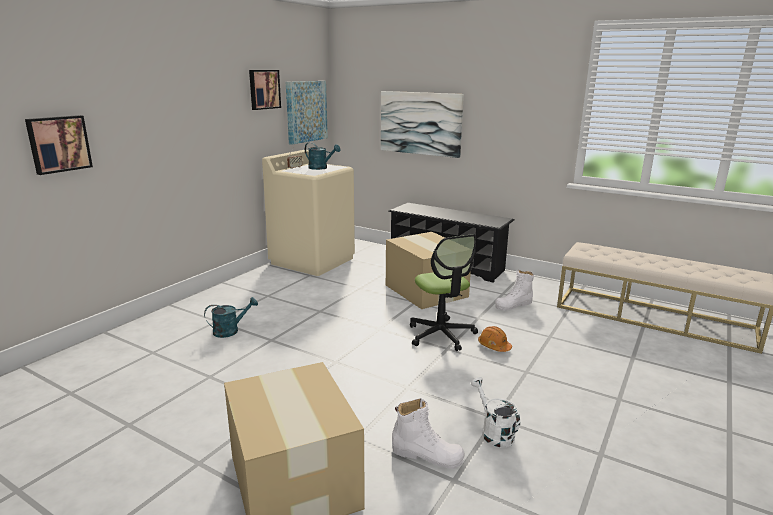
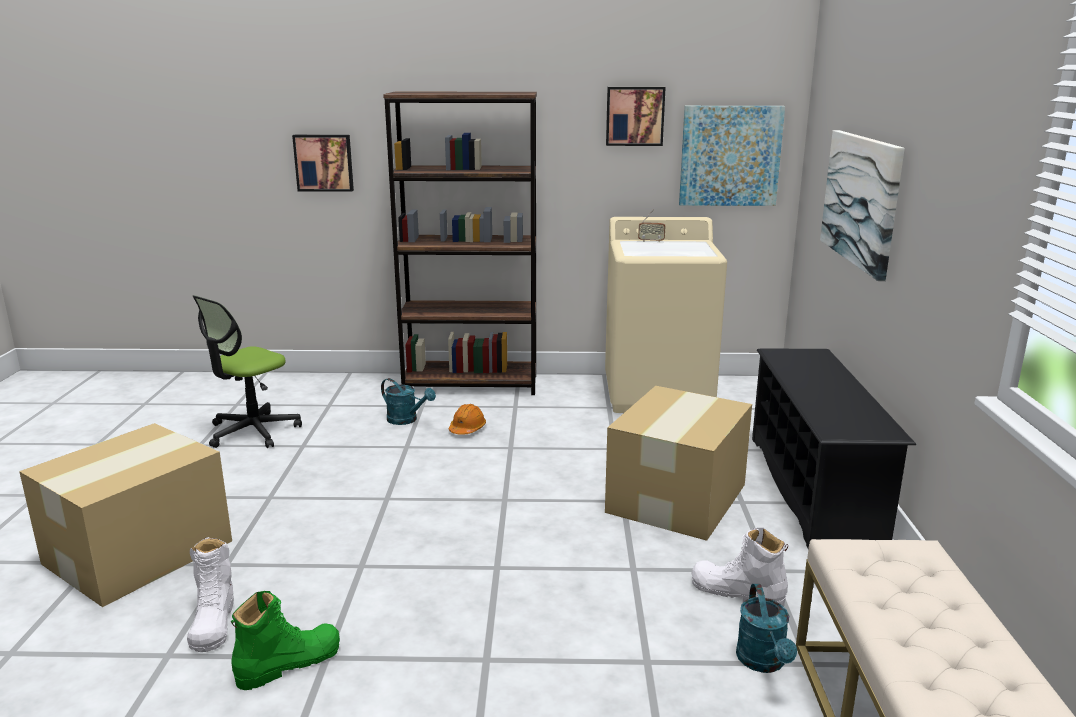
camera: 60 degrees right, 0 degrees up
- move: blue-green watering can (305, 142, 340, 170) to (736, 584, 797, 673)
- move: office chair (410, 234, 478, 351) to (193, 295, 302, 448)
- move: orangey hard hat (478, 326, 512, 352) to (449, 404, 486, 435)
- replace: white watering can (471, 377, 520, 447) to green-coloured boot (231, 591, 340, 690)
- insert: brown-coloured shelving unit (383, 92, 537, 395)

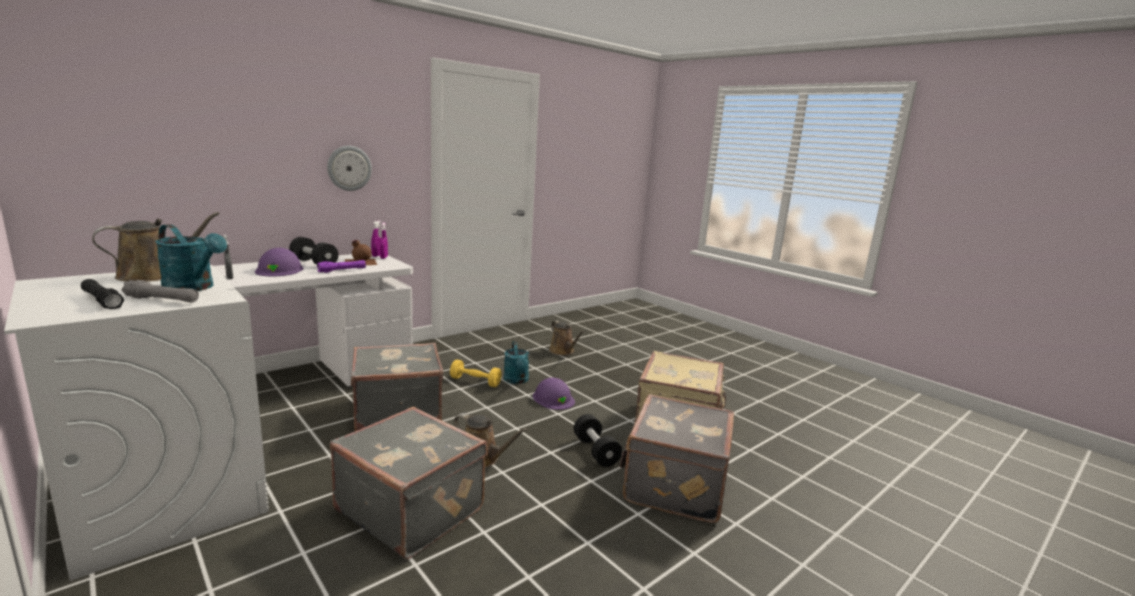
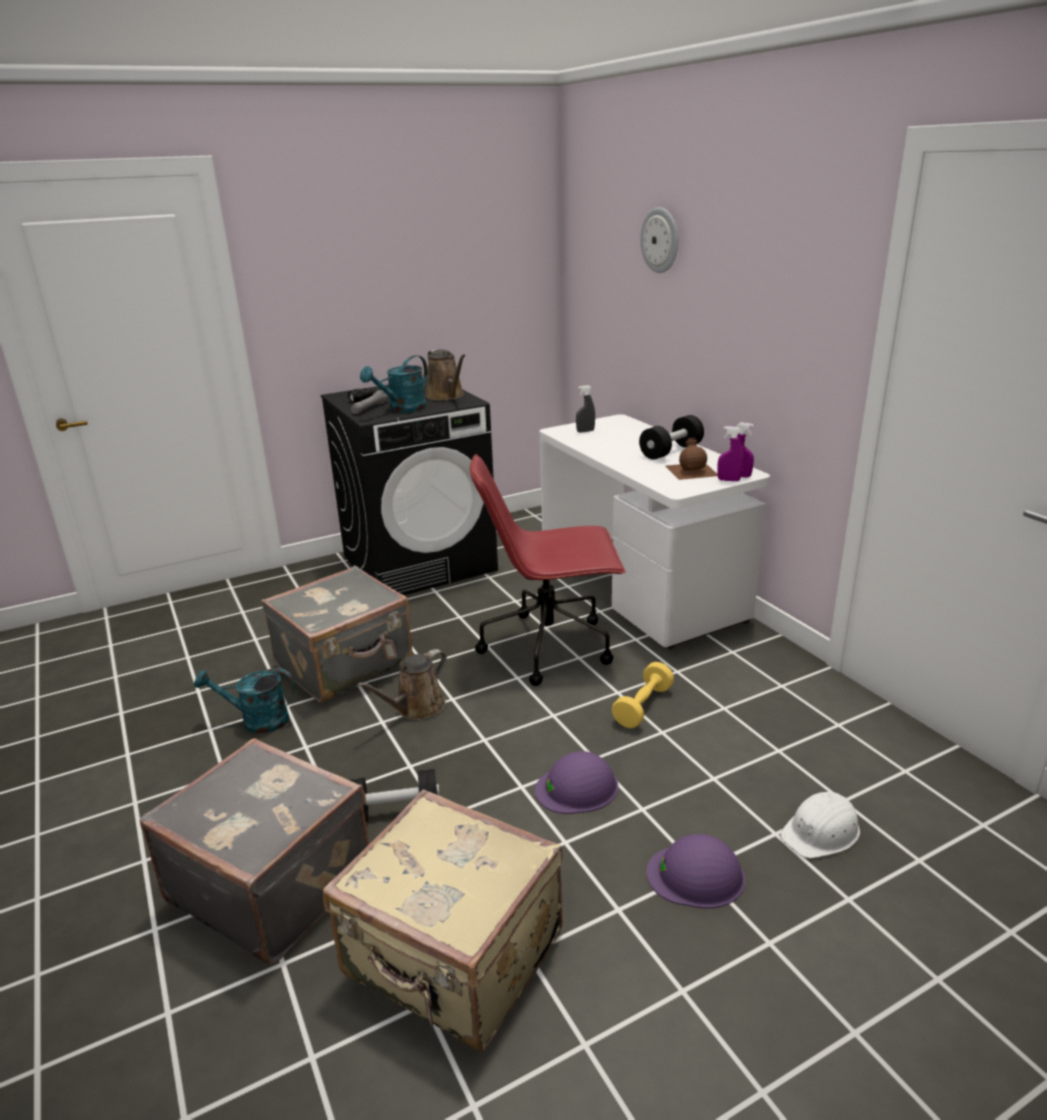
camera: 105 degrees right, 10 degrees up
- move: wall clock (327, 146, 372, 191) to (640, 207, 678, 273)
- move: purplish hard hat (255, 248, 303, 276) to (646, 834, 745, 909)
- delete: purplish flashlight (317, 260, 366, 273)
- recolor: white laundry machine (4, 265, 269, 581) to black laundry machine (321, 379, 498, 595)
- replace: brown-coloured watering can (549, 320, 585, 355) to white hard hat (780, 792, 860, 858)
- move: blue-green watering can (504, 341, 529, 384) to (194, 668, 295, 733)
- replace: greyish piece of luggage (351, 343, 443, 431) to red office chair (470, 454, 626, 686)

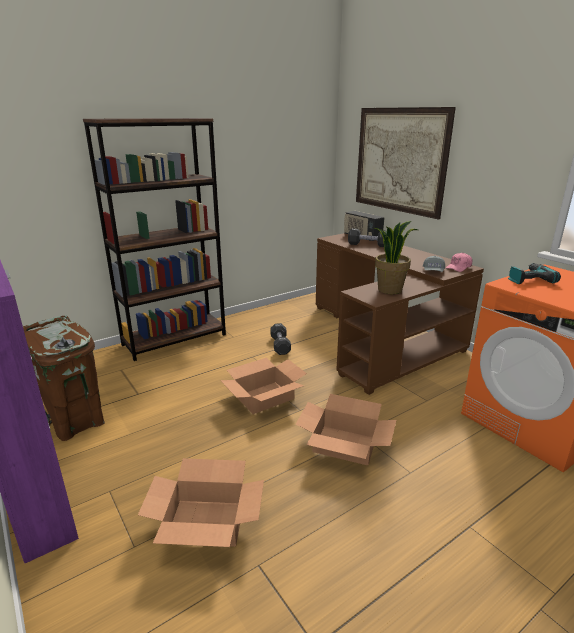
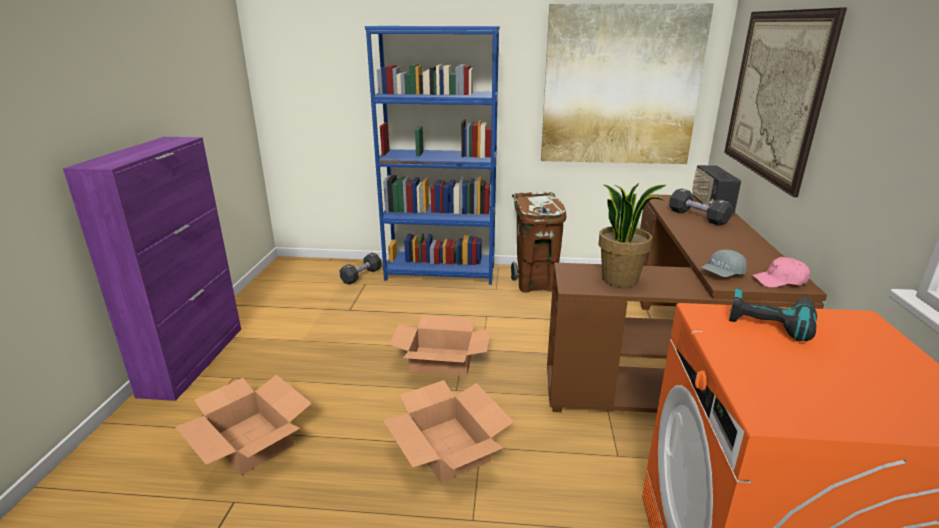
camera: 40 degrees right, 0 degrees up
- recolor: brown-coloured shelving unit (83, 118, 226, 361) to blue shelving unit (365, 26, 500, 285)
- move: brown-coloured waste bin (23, 316, 105, 441) to (511, 192, 566, 293)
- move: black dumbbell (270, 323, 291, 355) to (339, 253, 382, 285)
- insert: picture (541, 3, 714, 164)

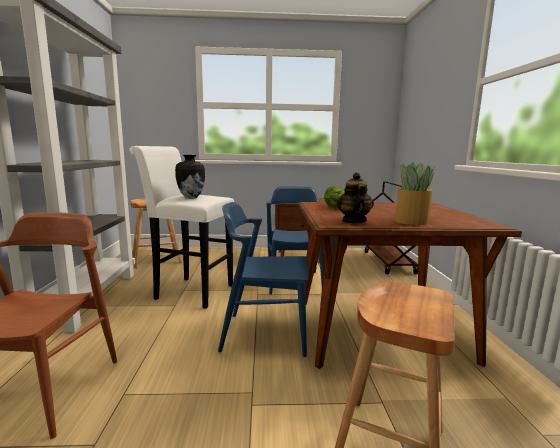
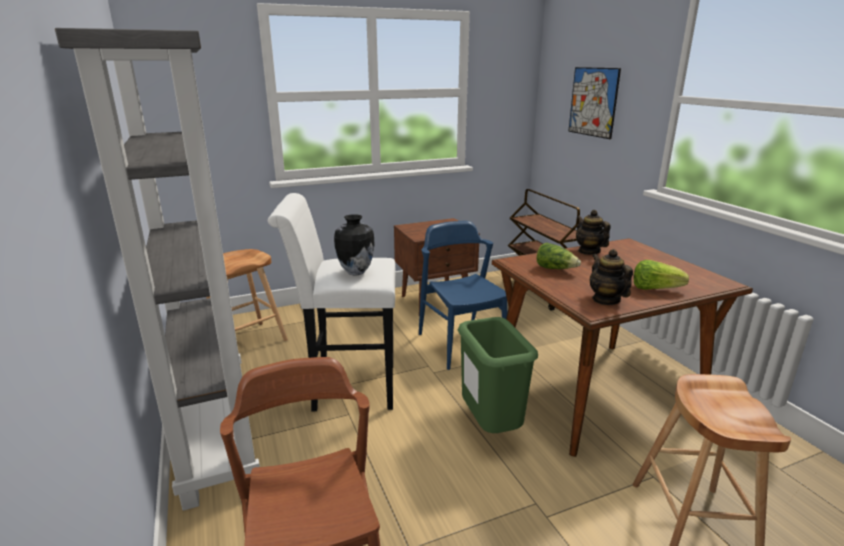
camera: 20 degrees left, 10 degrees up
- replace: houseplant (395, 162, 435, 225) to lettuce head (634, 260, 689, 290)
- replace: blue plain chair (218, 202, 308, 357) to green-coloured waste bin (458, 317, 538, 433)
- insert: picture (568, 67, 621, 139)
- insert: teapot (576, 210, 611, 255)

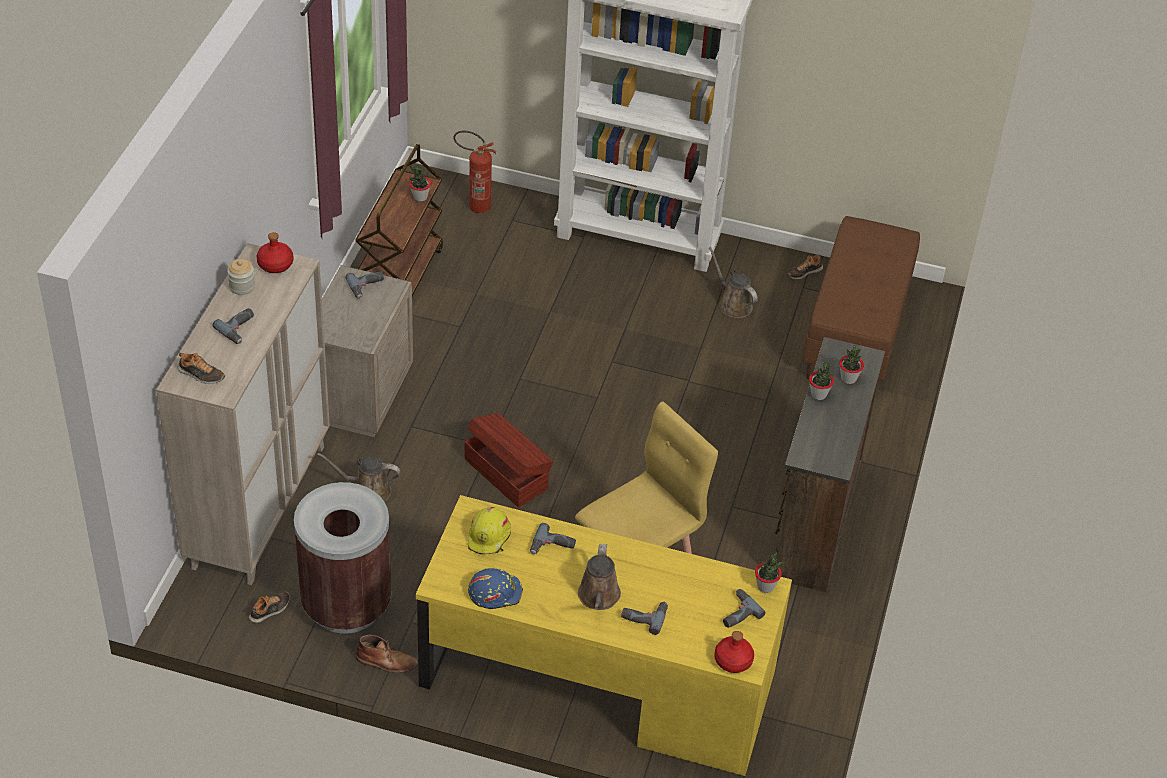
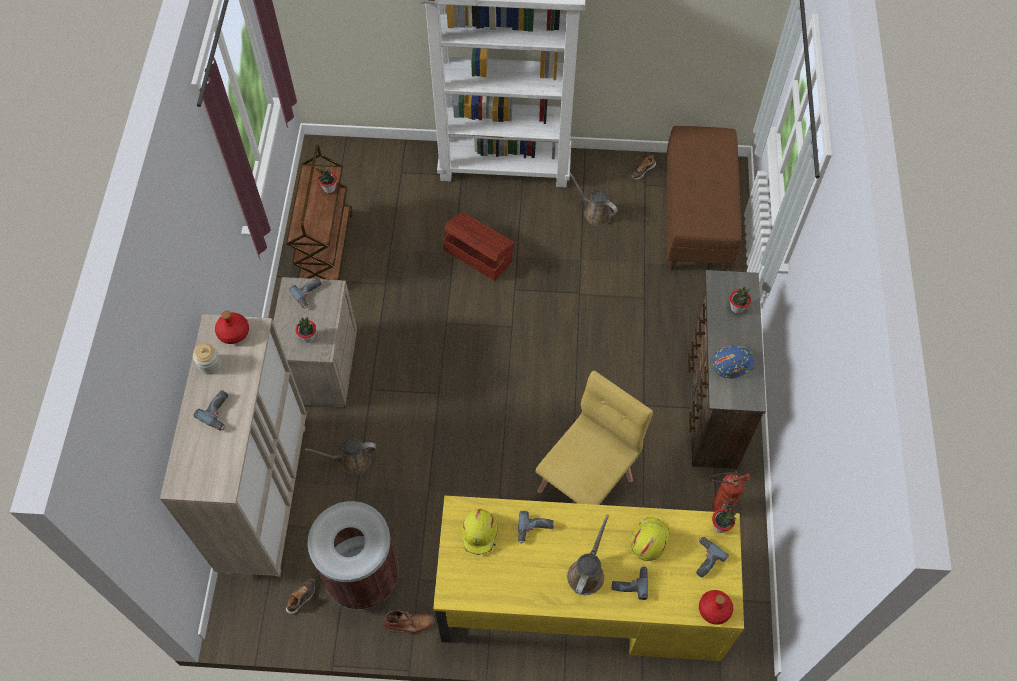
camera: 10 degrees left, 15 degrees up
- move: fire extinguisher (453, 131, 497, 213) to (710, 471, 751, 512)
- delete: item of footwear (177, 353, 225, 384)
- move: houseplant (809, 361, 834, 400) to (296, 317, 316, 343)
- move: brown-coloured storage container (465, 413, 553, 508) to (443, 212, 515, 281)
- rotate: brown-coloured watering can (578, 544, 621, 610) = (567, 515, 609, 595) 150 degrees counterclockwise
- move: blue hard hat (468, 568, 523, 609) to (712, 346, 755, 378)
- insert: yellow hard hat (631, 517, 669, 561)

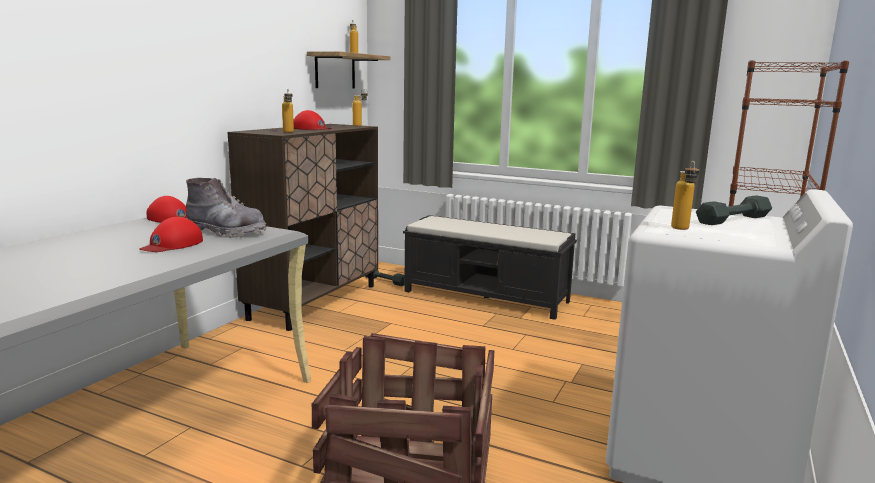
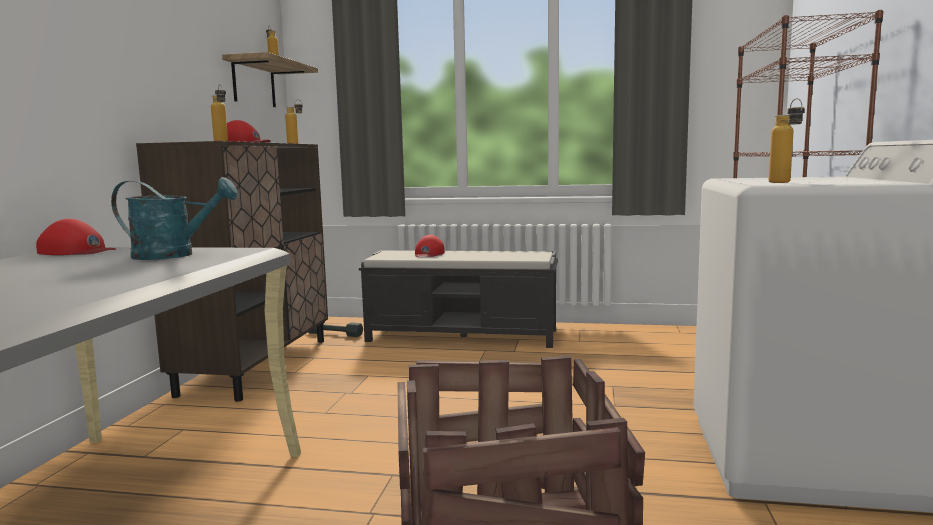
camera: 15 degrees left, 5 degrees down
- replace: greyish boot (186, 178, 266, 238) to blue-green watering can (111, 177, 238, 260)
- delete: greyish dumbbell (696, 195, 772, 225)
- move: red baseball cap (139, 217, 203, 252) to (415, 235, 445, 257)

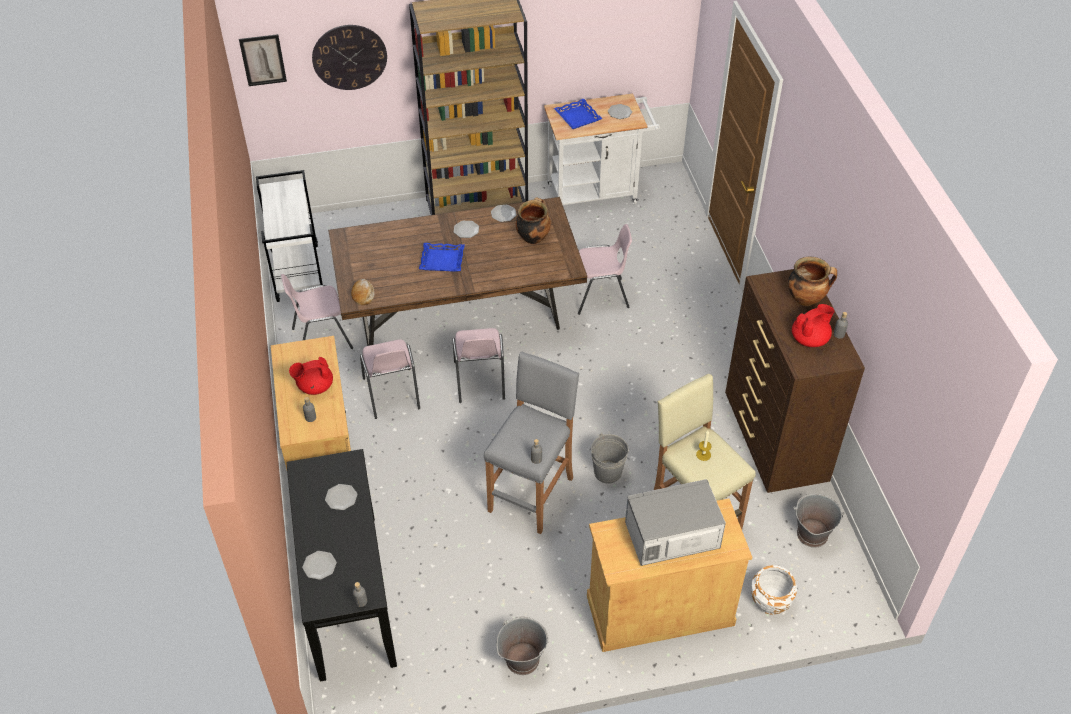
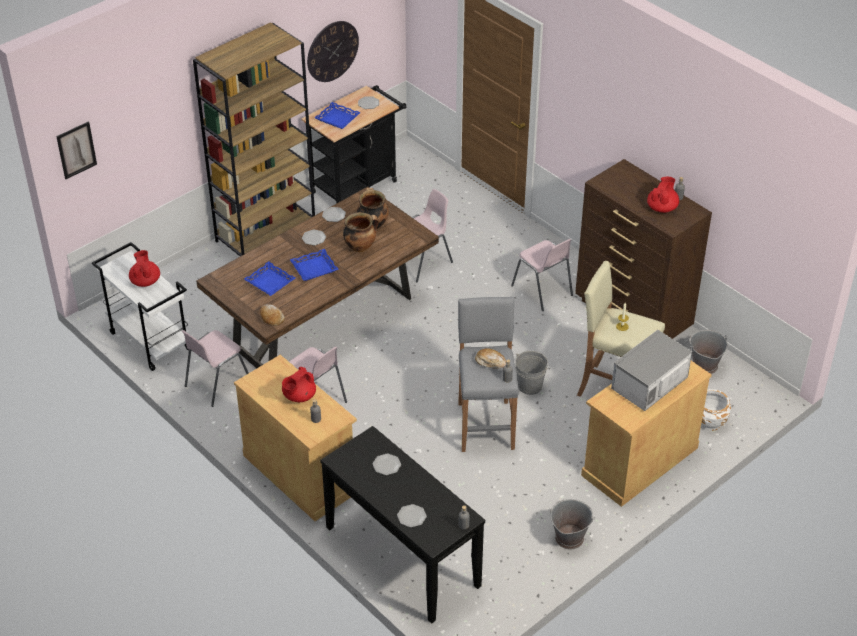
camera: 30 degrees left, 5 degrees down
- move: wall clock (312, 25, 387, 90) to (307, 21, 359, 82)
- recolor: white wheeled cart (544, 94, 660, 205) to black wheeled cart (302, 85, 406, 204)
- move: stockpot (788, 257, 837, 306) to (343, 212, 379, 252)
- move: pinkish plain chair (452, 328, 505, 403) to (511, 239, 573, 311)
- insert: red teapot (129, 250, 160, 287)
- insert: blue serving tray (244, 261, 295, 296)
- insert: bakery bread (475, 348, 506, 369)

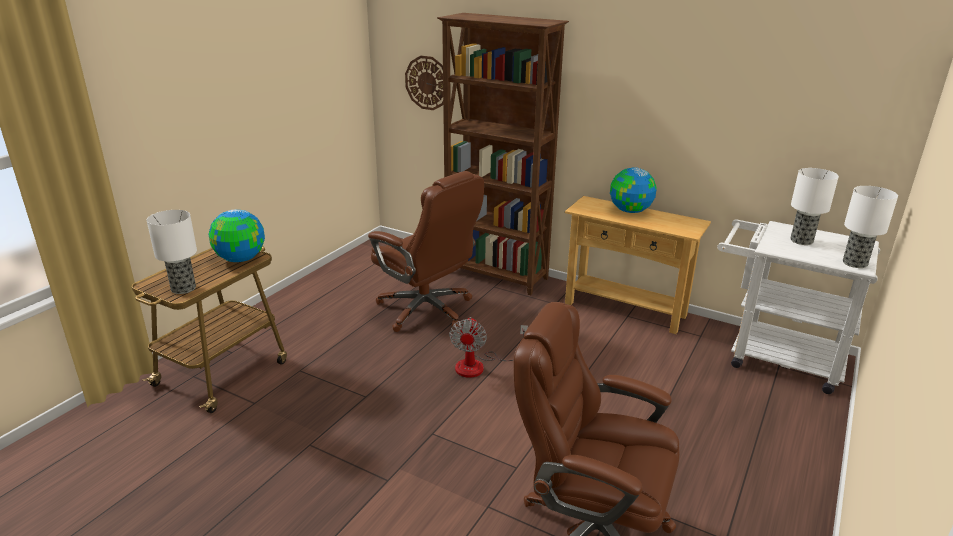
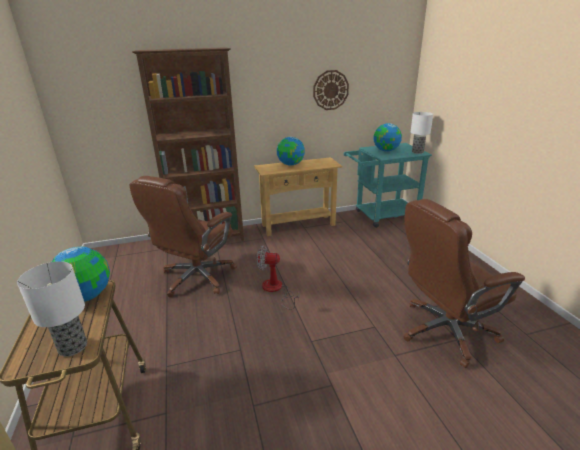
camera: 45 degrees left, 0 degrees up
- move: wall clock (405, 56, 443, 110) to (313, 70, 349, 110)
- replace: table lamp (790, 168, 839, 245) to desk globe (373, 123, 402, 152)
- rotate: brown-coloured office chair (368, 171, 484, 332) = (129, 176, 237, 297) 120 degrees clockwise
- recolor: white wheeled cart (717, 219, 880, 394) to blue-green wheeled cart (343, 143, 432, 228)
- rotate: electric fan (449, 317, 528, 378) = (257, 246, 299, 309) 135 degrees clockwise

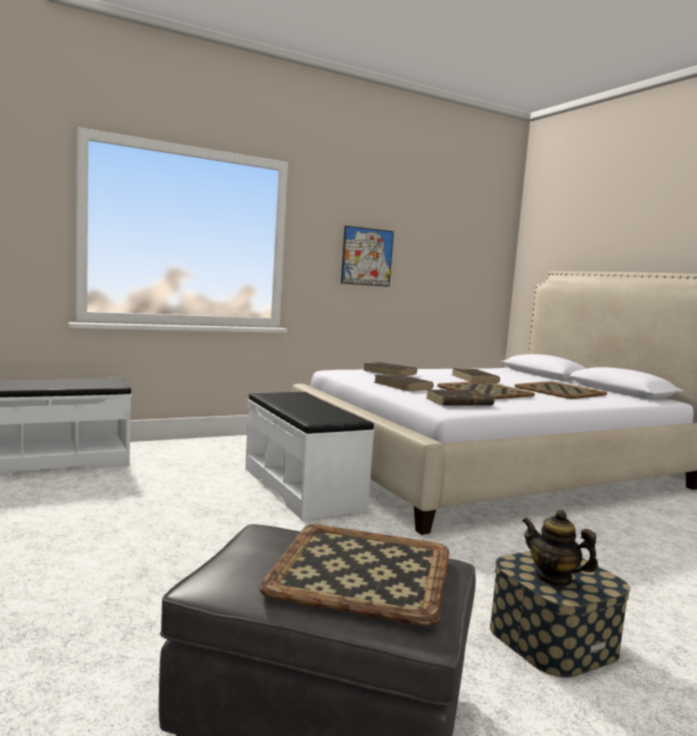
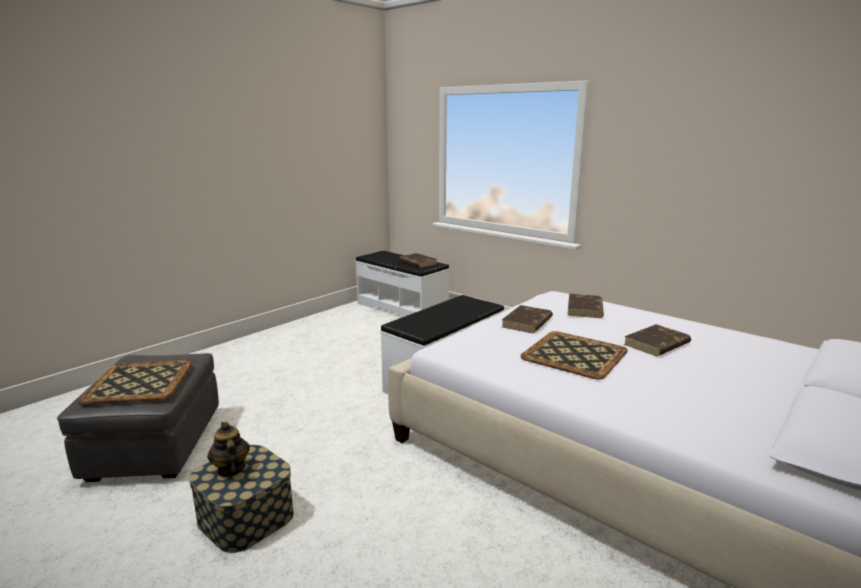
camera: 70 degrees right, 10 degrees up
- delete: picture (341, 226, 394, 287)
- delete: serving tray (515, 381, 607, 399)
- move: brown-coloured volume (426, 390, 494, 405) to (399, 253, 437, 268)
- rotate: teapot (522, 510, 598, 587) = (207, 422, 250, 477) 45 degrees counterclockwise

